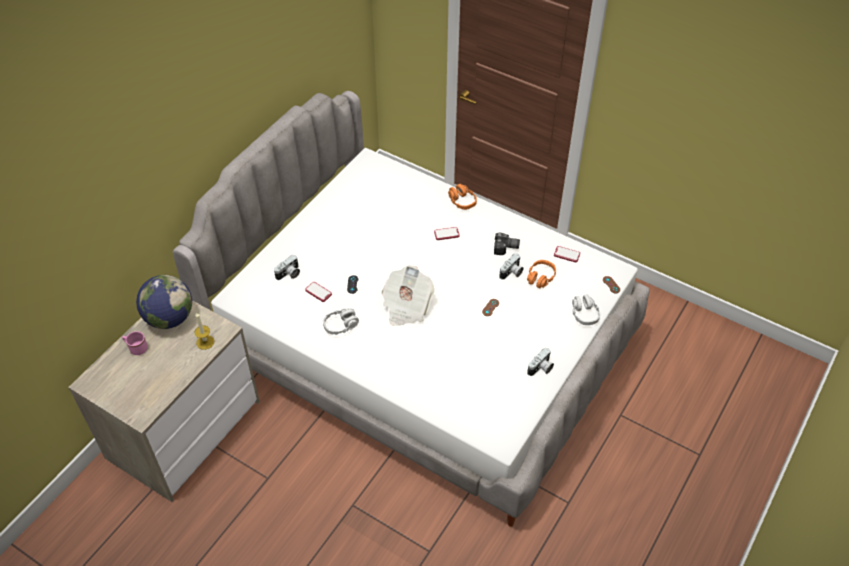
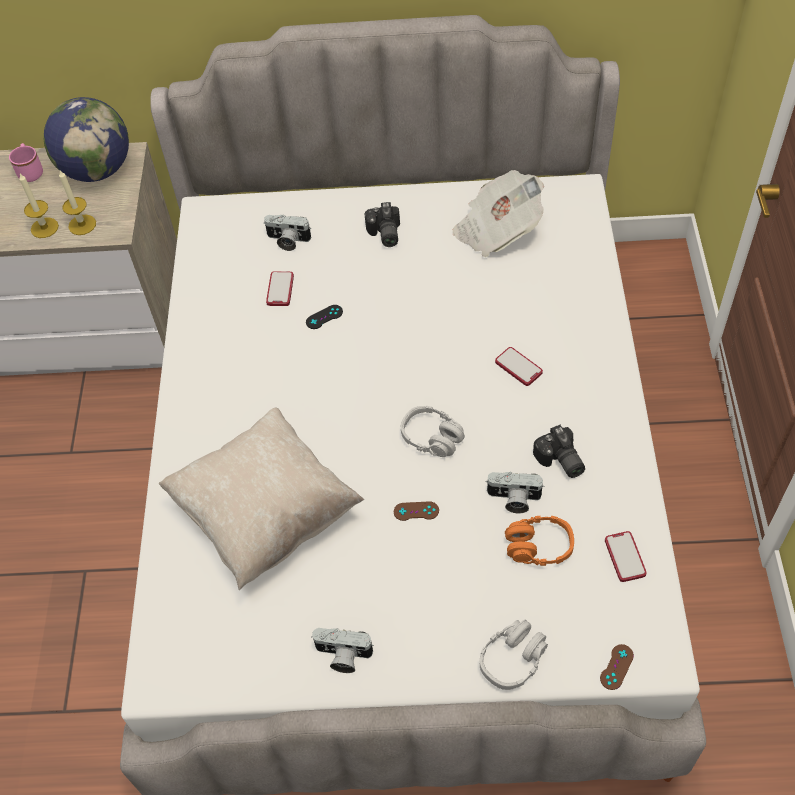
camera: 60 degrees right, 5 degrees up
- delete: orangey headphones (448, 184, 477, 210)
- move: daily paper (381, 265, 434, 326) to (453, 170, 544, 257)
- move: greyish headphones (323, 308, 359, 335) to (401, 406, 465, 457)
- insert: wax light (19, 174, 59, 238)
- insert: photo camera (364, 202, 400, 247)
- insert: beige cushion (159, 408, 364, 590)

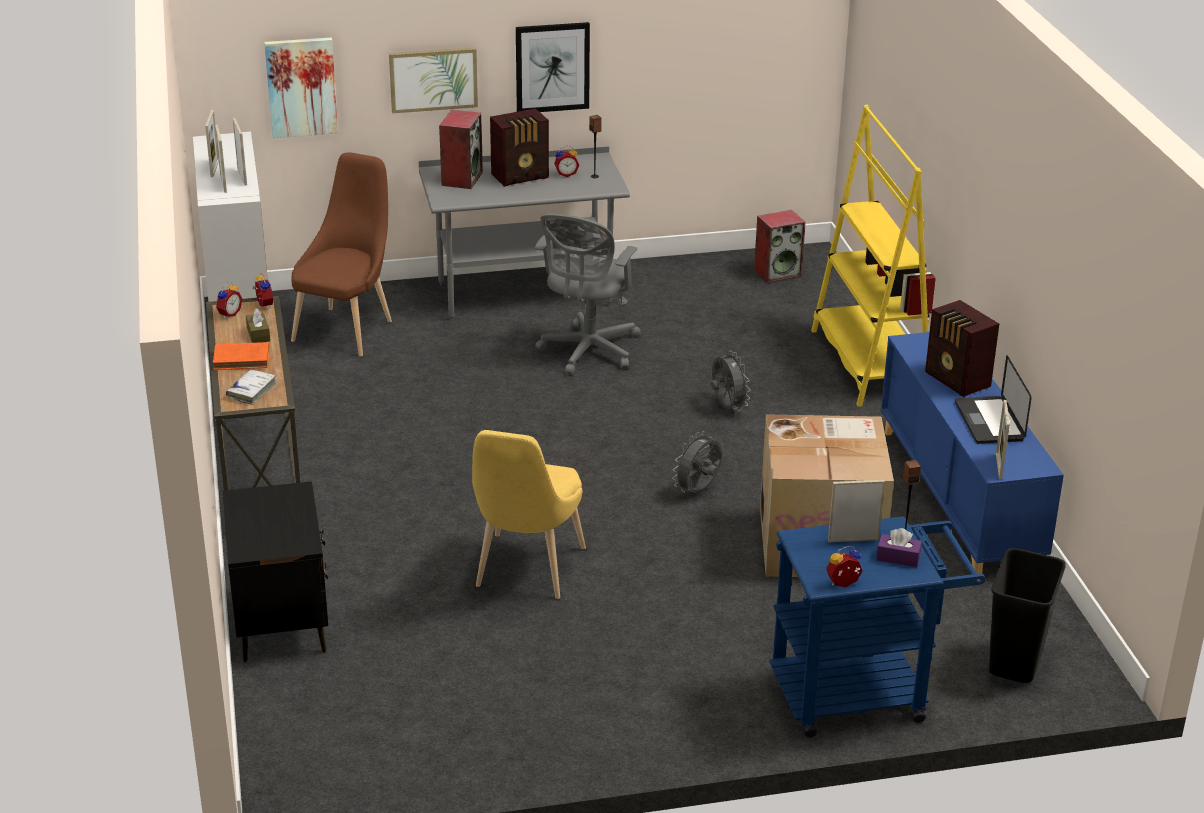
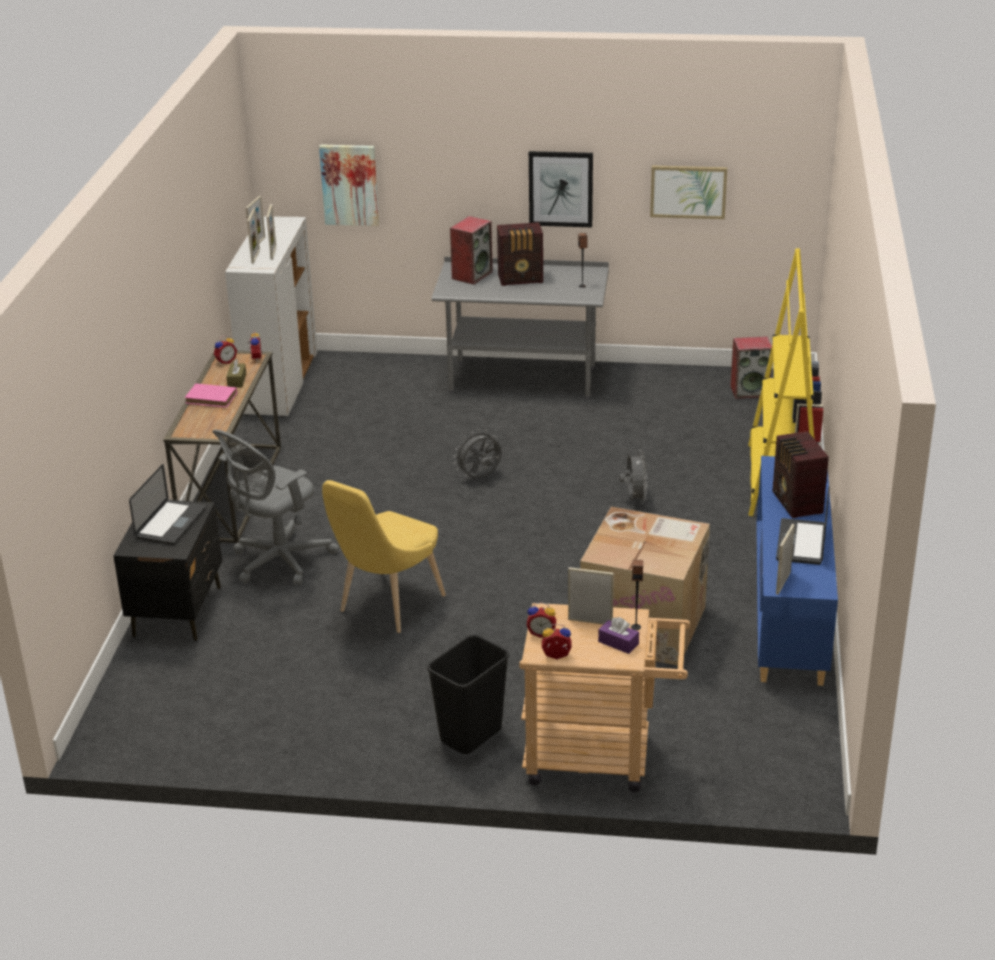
camera: 20 degrees right, 0 degrees up
- move: picture (389, 47, 478, 113) to (650, 165, 727, 219)
- move: alarm clock (554, 146, 579, 177) to (526, 603, 556, 638)
- delete: brown-coloured plain chair (291, 152, 392, 356)
- move: greyish office chair (534, 214, 641, 375) to (212, 429, 339, 585)
- recolor: orangey volume (213, 342, 269, 370) to pinkish volume (185, 383, 237, 408)
- delete: white volume (226, 369, 277, 405)
- move: greyish electric fan (672, 431, 722, 493) to (453, 429, 502, 479)
- recolor: blue wheeled cart (769, 516, 986, 738) to beige wheeled cart (519, 603, 690, 793)
- move: black waste bin (988, 548, 1066, 683) to (427, 635, 509, 754)
- insert: laptop (129, 464, 206, 545)

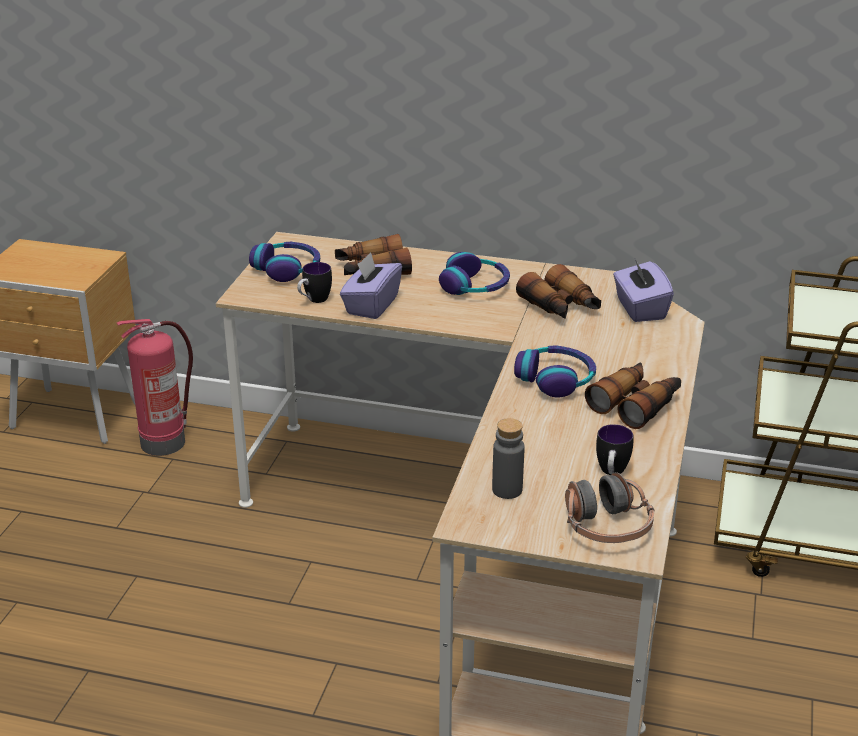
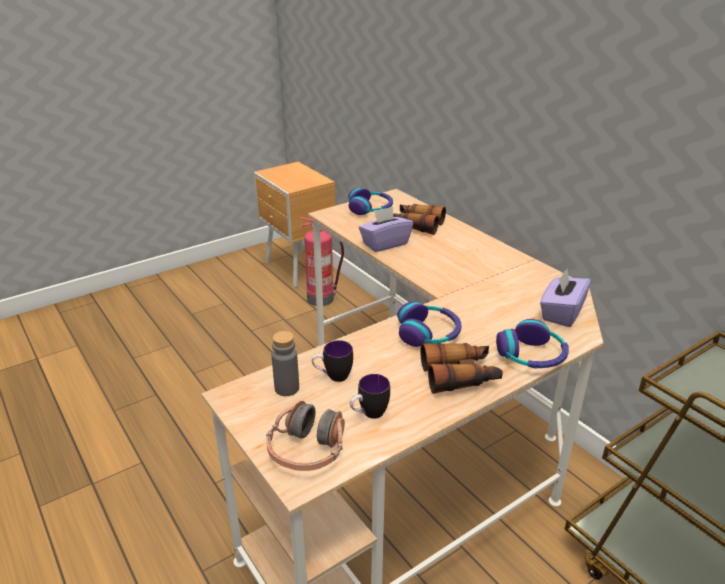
camera: 40 degrees right, 0 degrees up
- move: headphones (439, 252, 510, 295) to (496, 319, 569, 368)
- move: mug (297, 262, 332, 303) to (312, 340, 353, 382)
- delete: binoculars (516, 264, 601, 319)

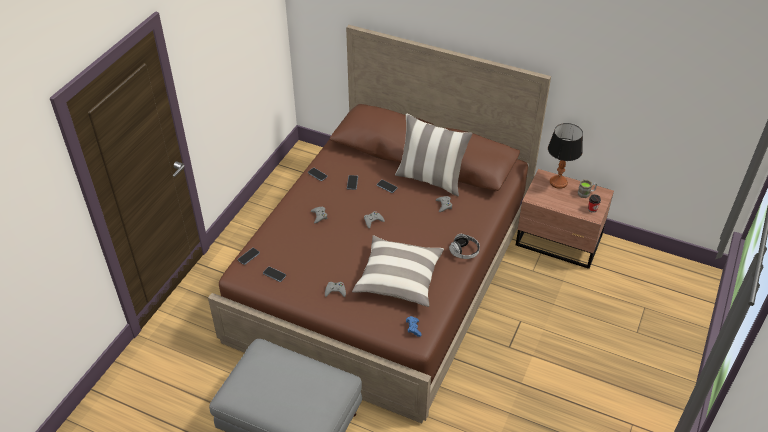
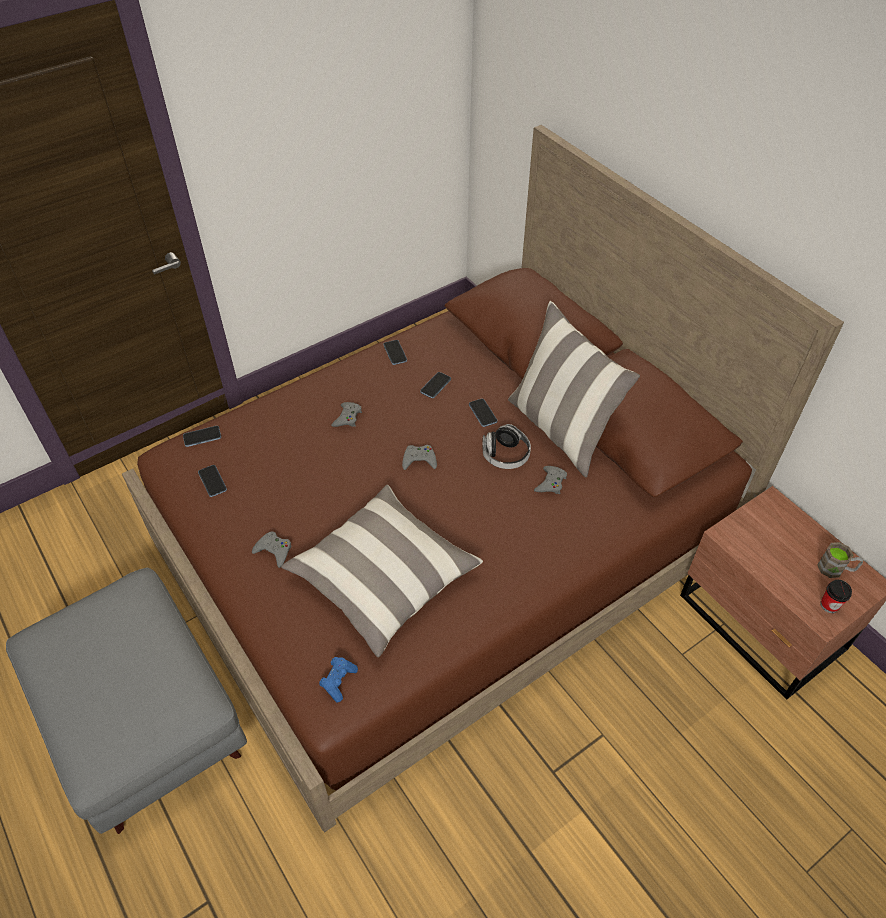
camera: 30 degrees right, 5 degrees up
- delete: table lamp (548, 123, 583, 189)
- move: headphones (449, 234, 480, 259) to (483, 424, 531, 469)

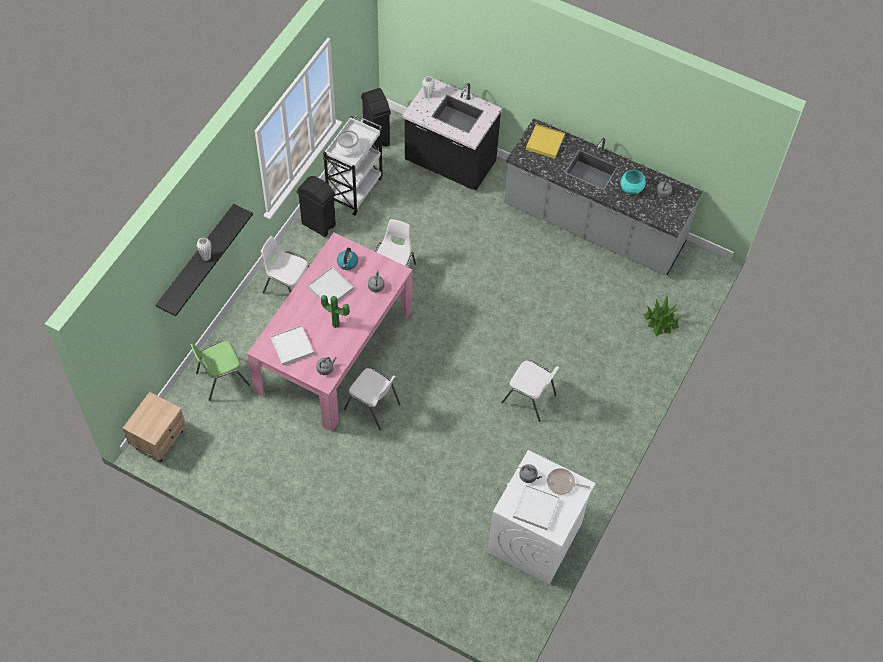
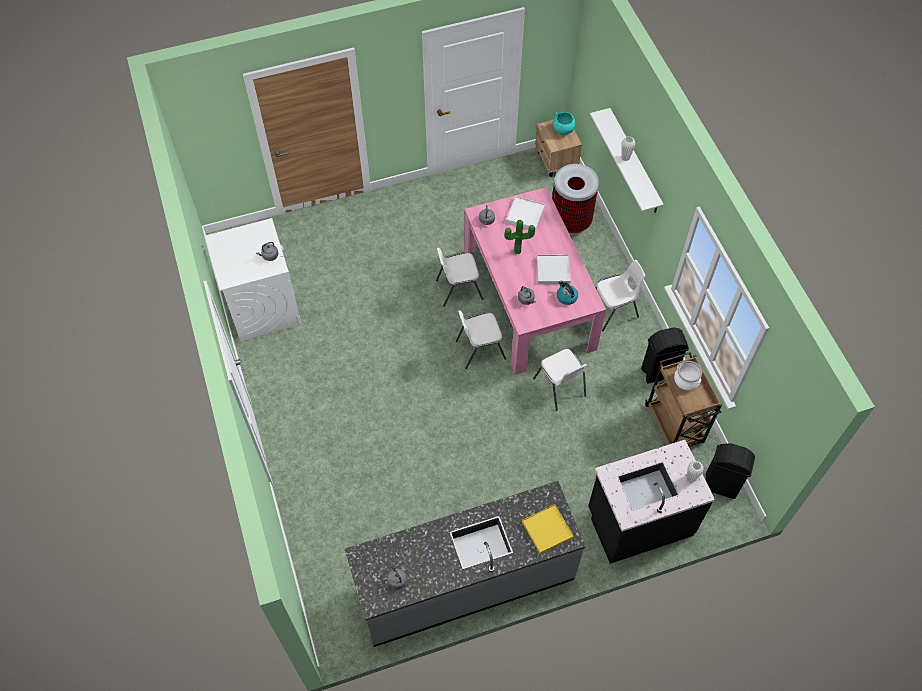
camera: 135 degrees right, 0 degrees up
- recolor: white wheeled cart (323, 115, 382, 215) to brown-coloured wheeled cart (645, 352, 722, 447)
- move: blue-green bowl (621, 170, 646, 194) to (553, 112, 575, 135)
- recolor: black wall shelf (156, 204, 253, 316) to white wall shelf (590, 108, 664, 213)
- delete: houseplant (644, 295, 682, 336)
- replace: green-coloured plain chair (190, 341, 250, 401) to waste bin (552, 164, 599, 235)
- move: white plain chair (501, 361, 559, 422) to (456, 310, 506, 369)
- delete: pan (547, 468, 590, 495)
- delete: white serving tray (513, 485, 560, 530)

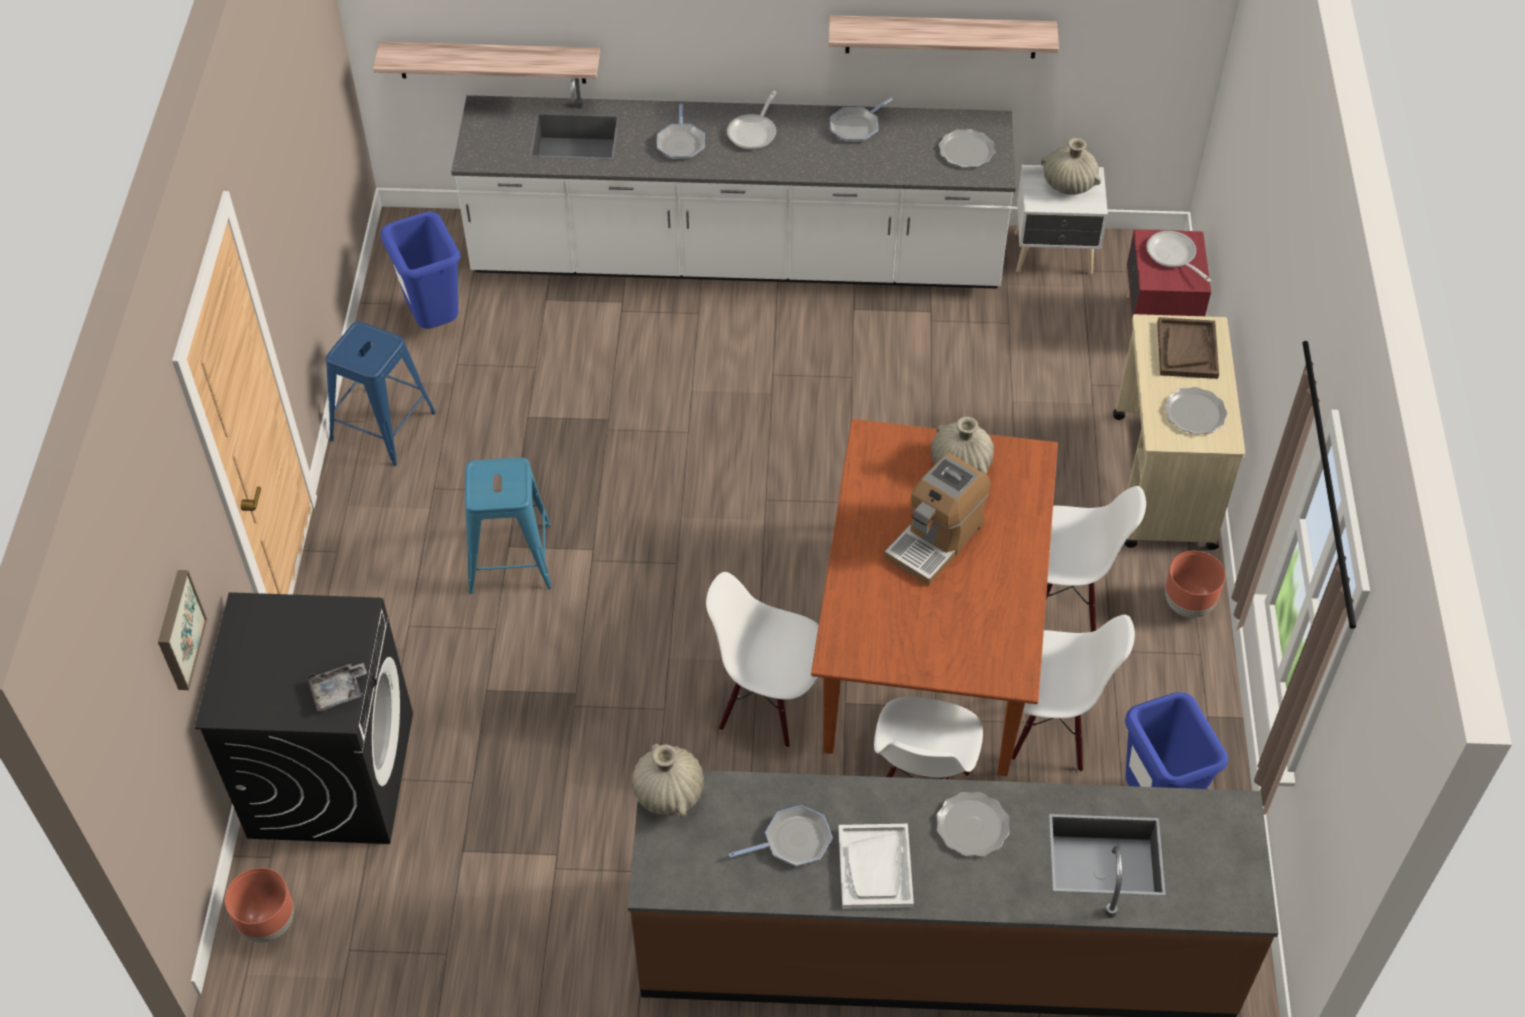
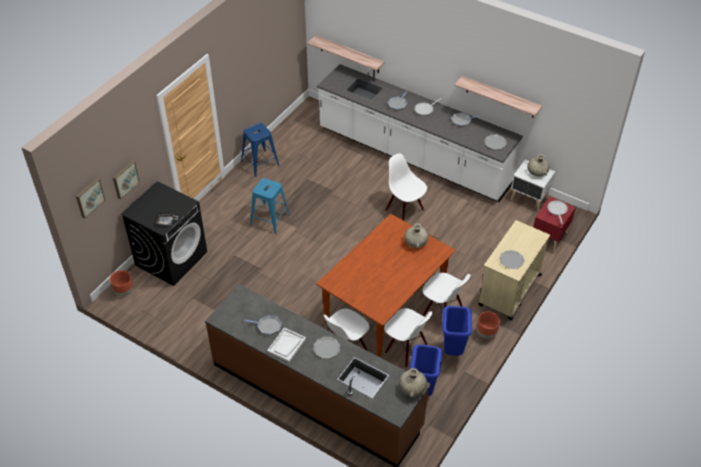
camera: 30 degrees right, 5 degrees down
- move: blue waste bin (381, 212, 461, 329) to (442, 306, 472, 356)
- delete: brown-coloured serving tray (1157, 317, 1219, 379)
- delete: coffee machine (884, 453, 991, 586)
- move: white plain chair (706, 572, 819, 748) to (385, 154, 427, 221)
- move: beige vase (632, 744, 704, 818) to (399, 368, 427, 398)
- insert: picture (76, 178, 106, 218)

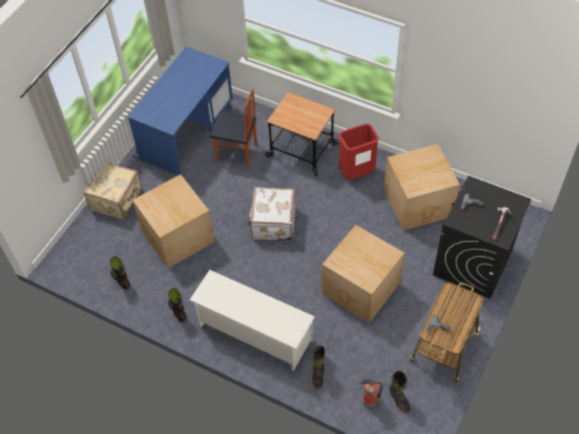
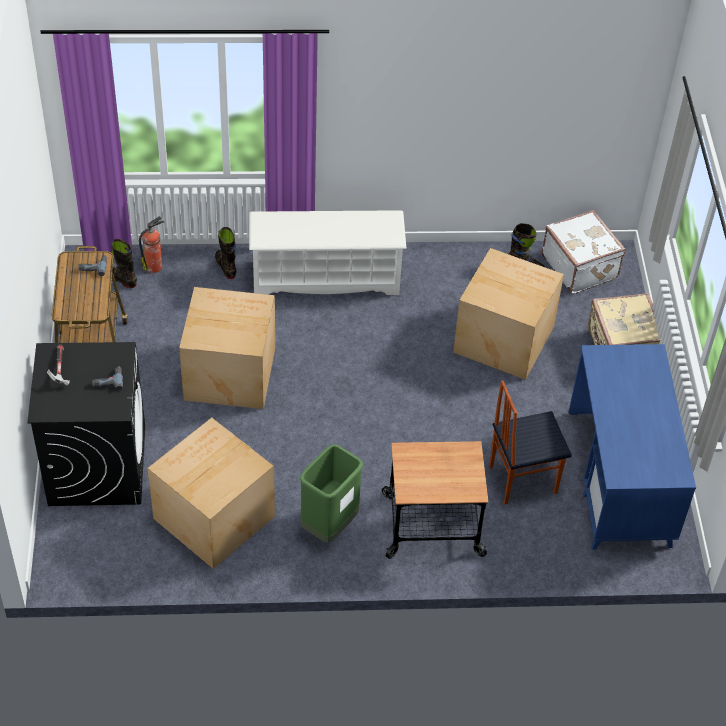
camera: 145 degrees right, 5 degrees down
- recolor: red waste bin (339, 124, 379, 180) to green-coloured waste bin (299, 444, 363, 543)
- move: white piece of luggage (248, 187, 295, 241) to (541, 210, 626, 294)
- delete: black boot (168, 288, 186, 322)

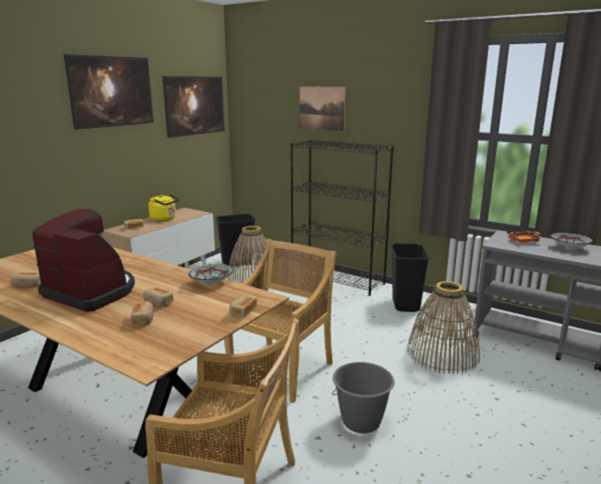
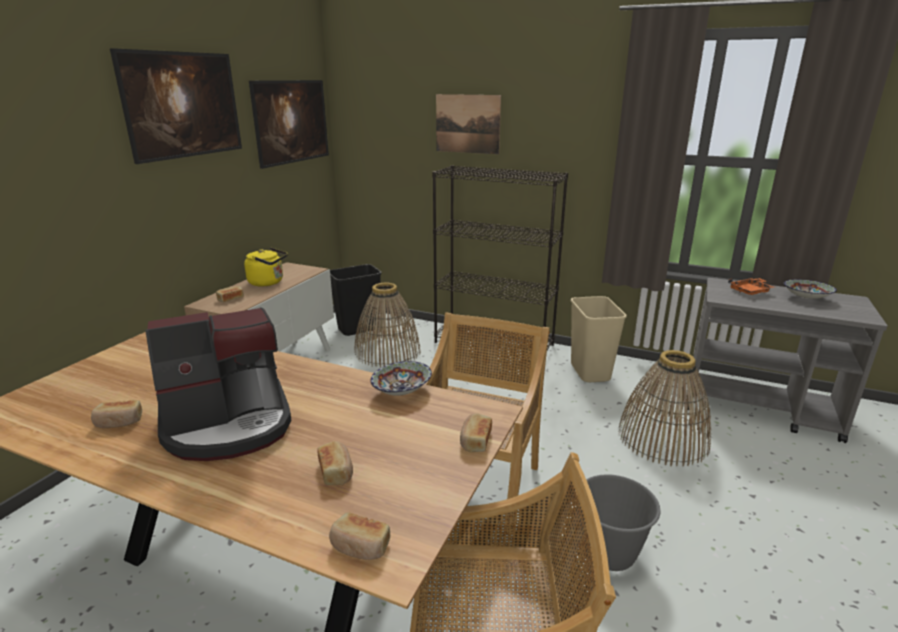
camera: 10 degrees left, 5 degrees up
- rotate: coffee machine (32, 209, 135, 312) = (145, 308, 291, 461) 135 degrees clockwise
- recolor: black waste bin (391, 243, 430, 312) to beige waste bin (571, 296, 627, 382)
- move: bakery bread (143, 287, 174, 307) to (329, 512, 390, 560)

